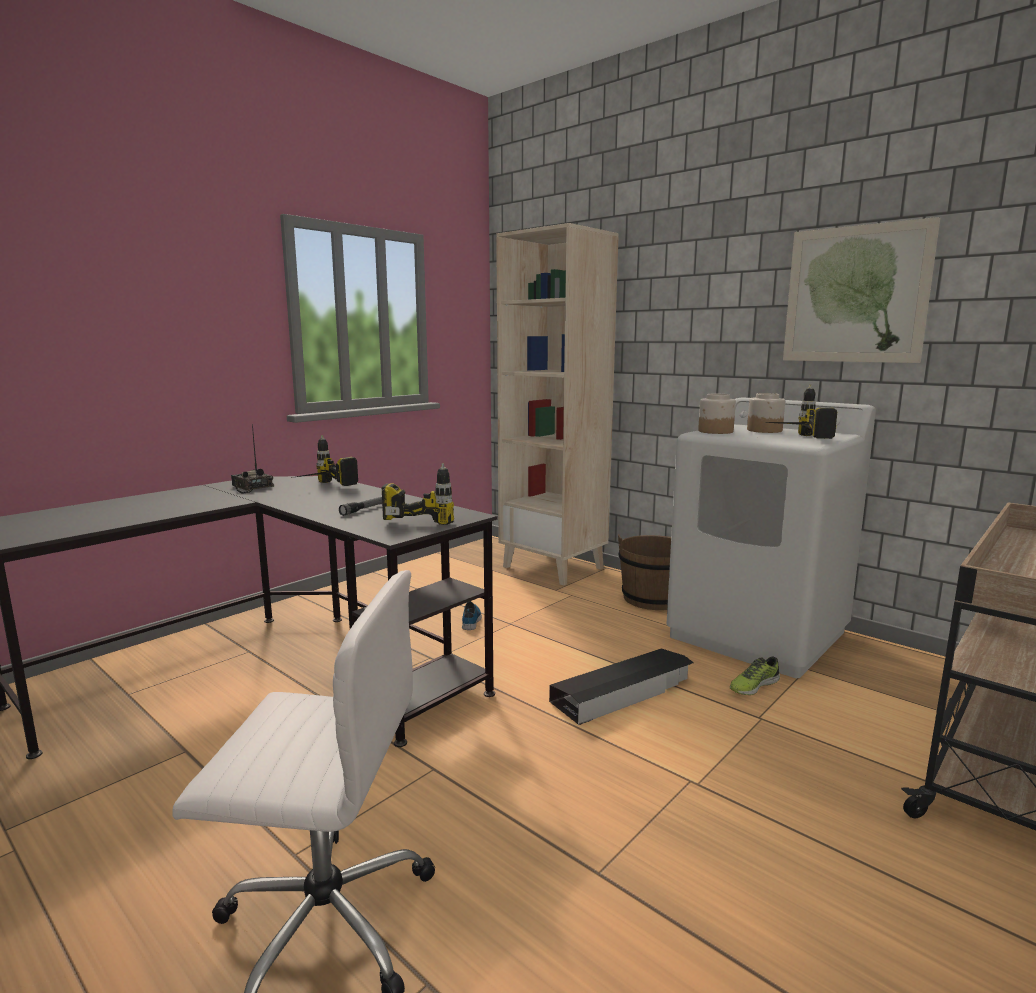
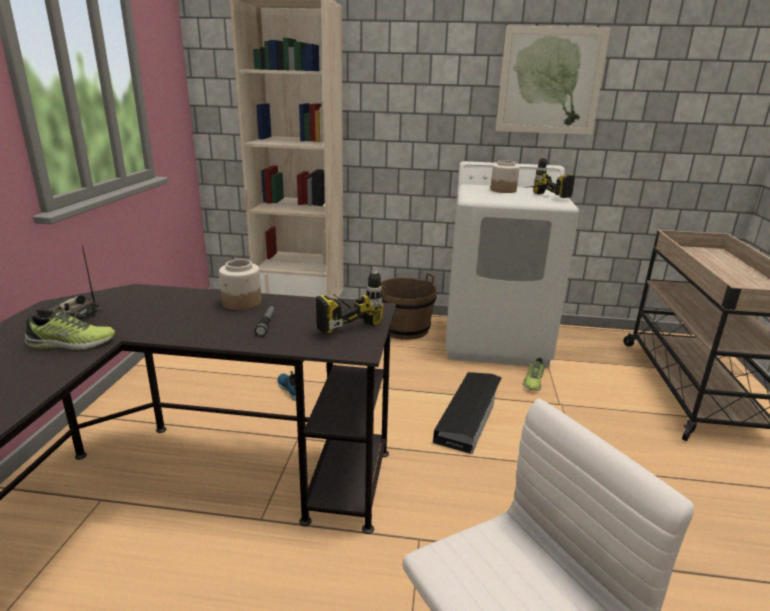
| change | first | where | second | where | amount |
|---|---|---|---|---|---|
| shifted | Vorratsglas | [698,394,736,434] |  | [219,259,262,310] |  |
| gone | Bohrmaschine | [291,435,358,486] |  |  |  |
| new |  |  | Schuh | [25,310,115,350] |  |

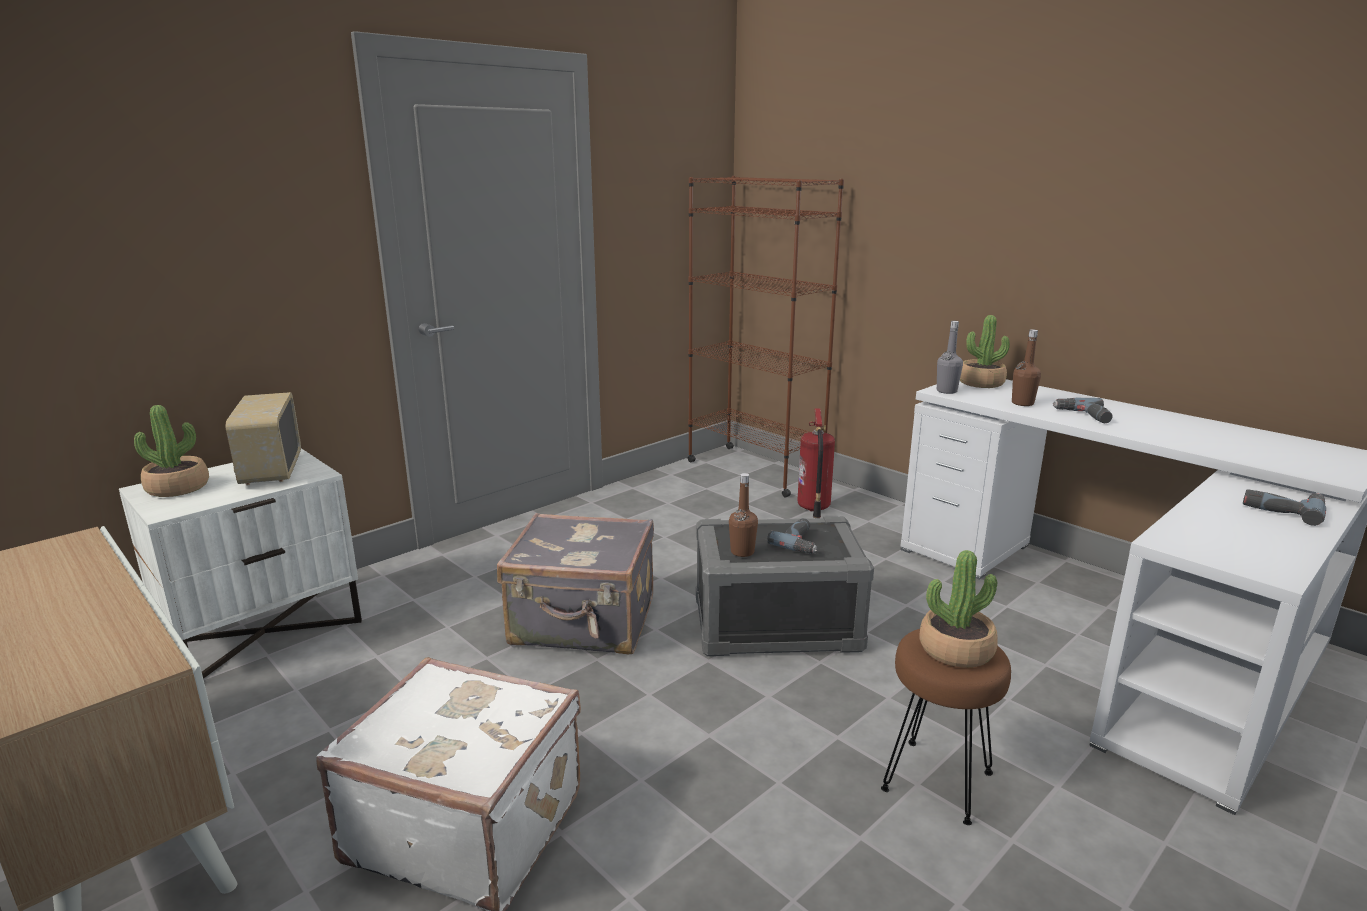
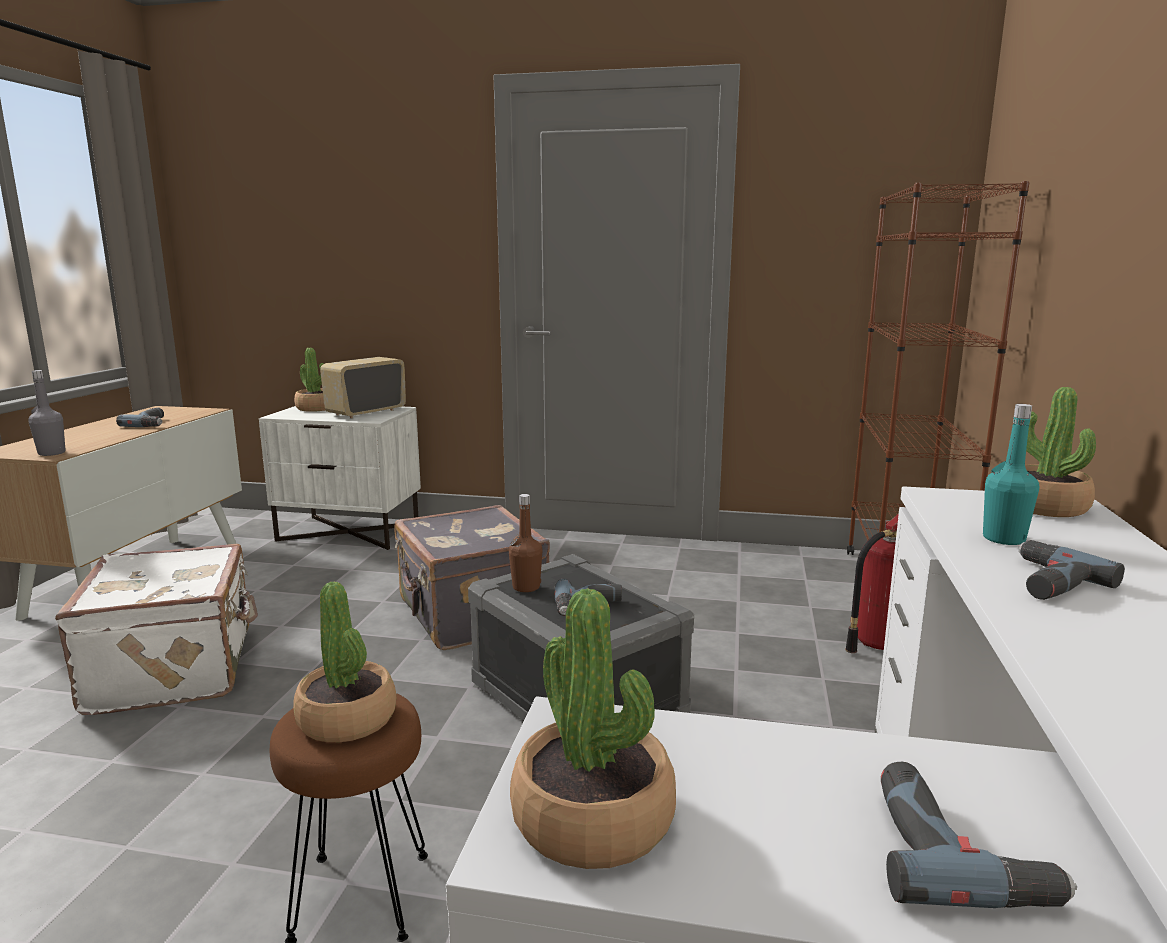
| change | first | where | second | where | amount |
|---|---|---|---|---|---|
| shifted | Flasche [grau] | [937,321,963,394] |  | [29,370,65,456] |  |
| repainted | Flasche [braun] | [1012,329,1041,406] | Flasche [türkis] | [983,404,1039,545] |  |
| new |  |  | Bohrmaschine | [116,408,164,427] |  |
| new |  |  | Topfpflanze | [510,588,676,869] |  |

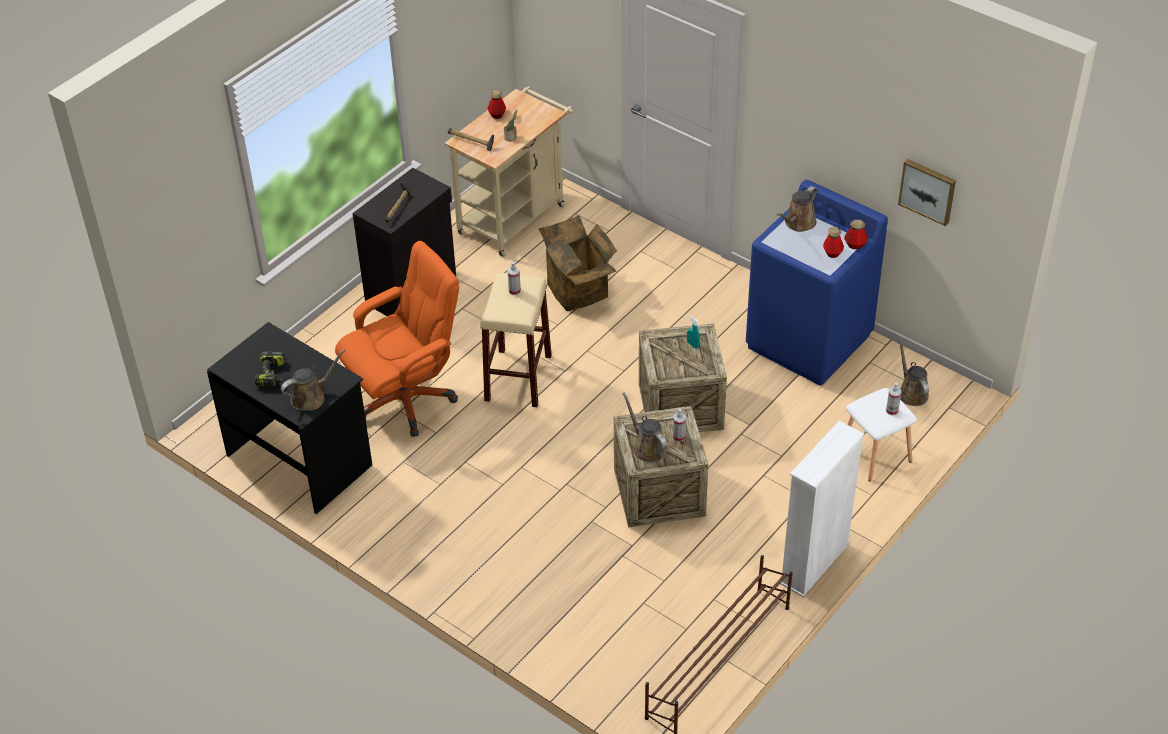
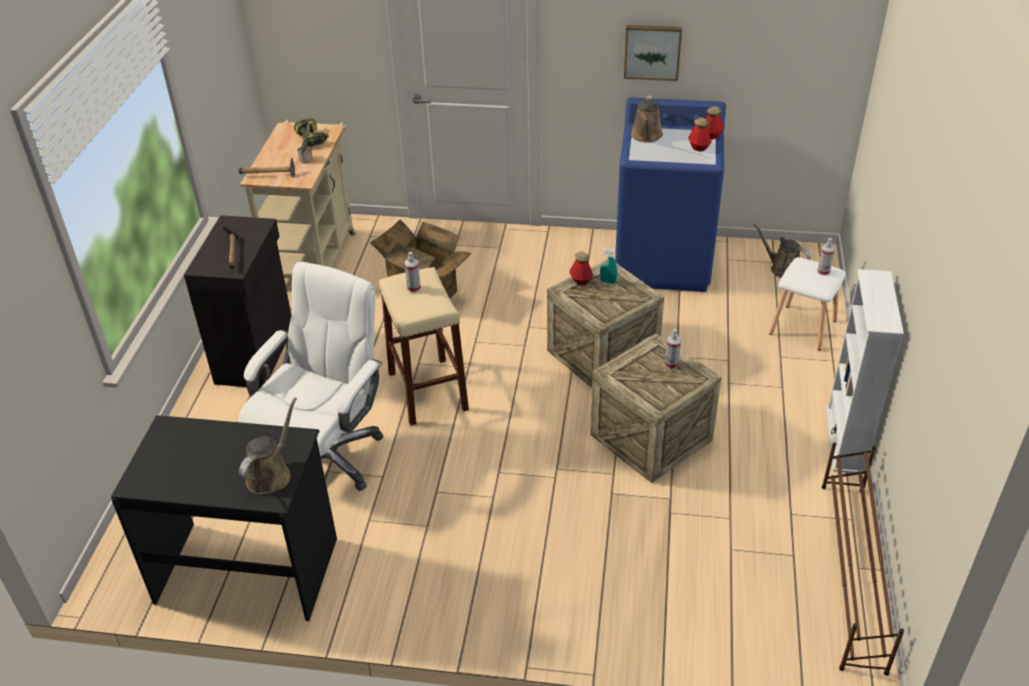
| change | first | where | second | where | amount |
|---|---|---|---|---|---|
| shifted | Flasche | [487,90,506,119] |  | [570,251,593,286] |  |
| shifted | Bild | [898,159,956,226] |  | [624,25,682,81] |  |
| repainted | Bürostuhl [orange] | [335,241,459,437] | Bürostuhl [weiß] | [238,262,383,491] |  |
| shifted | Bohrmaschine | [255,351,285,386] |  | [294,118,329,147] |  |
| gone | Gießkanne [braun] | [622,393,667,463] |  |  |  |

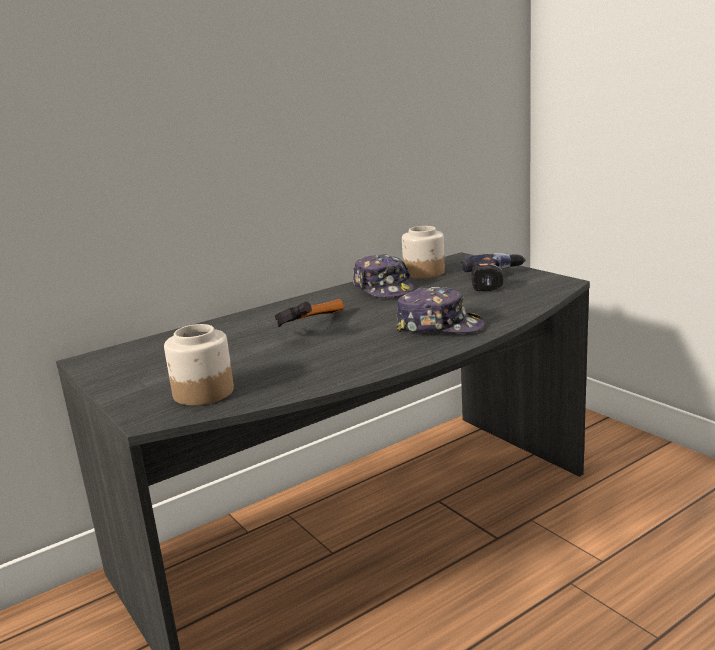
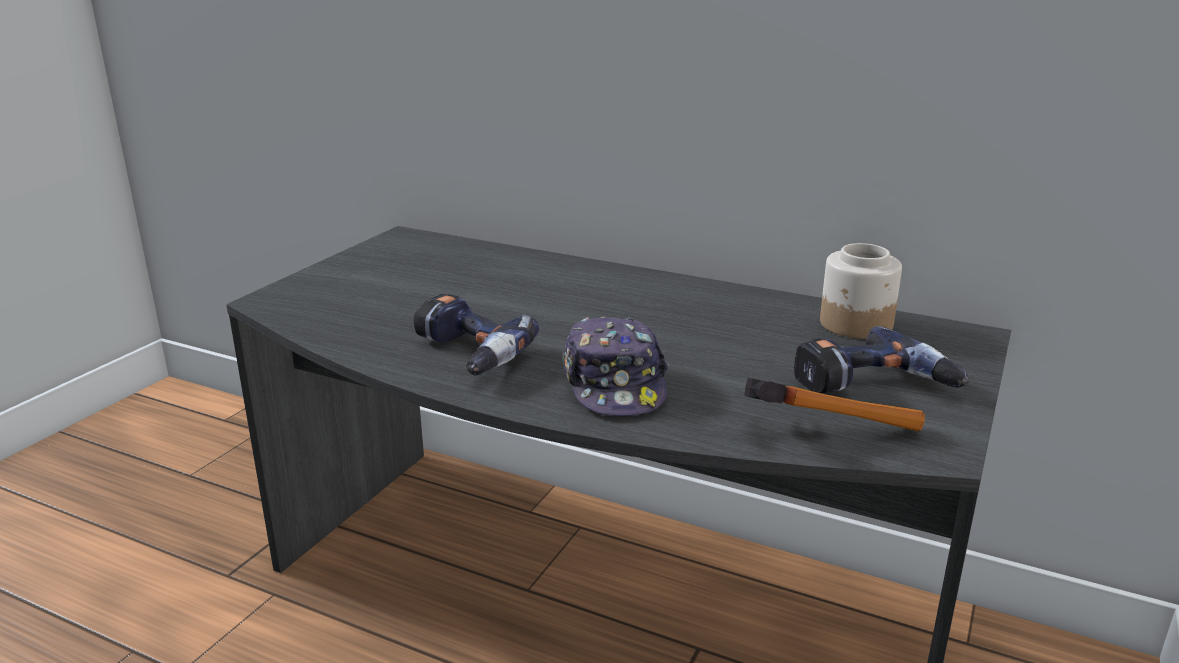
| change | first | where | second | where | amount |
|---|---|---|---|---|---|
| gone | Kappe | [352,254,414,298] |  |  |  |
| shifted | Hammer | [275,299,344,327] |  | [744,378,924,431] |  |
| gone | Vorratsglas | [164,324,234,406] |  |  |  |
| new |  |  | Bohrmaschine | [414,294,539,375] |  |

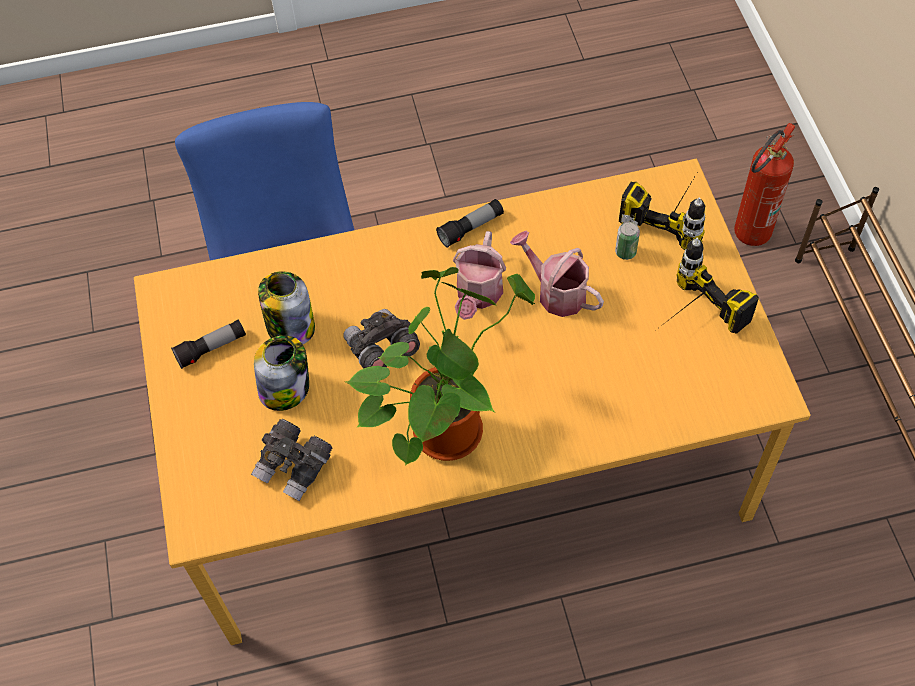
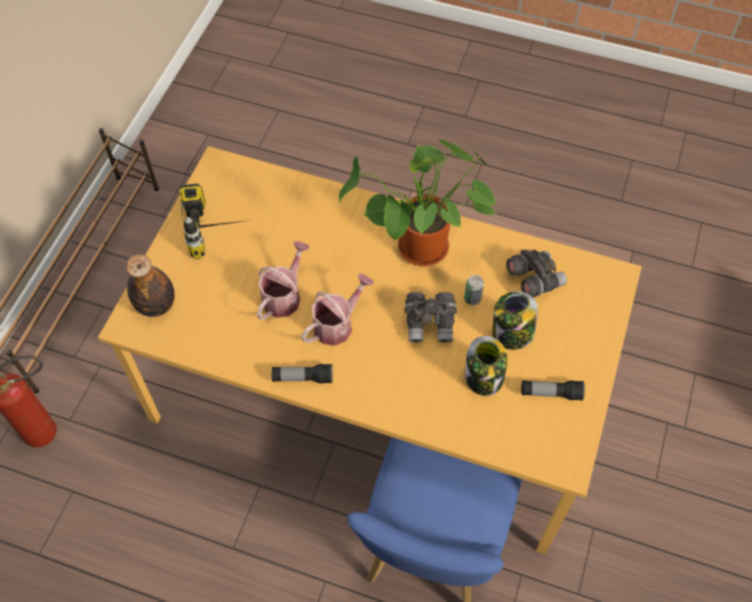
| change | first | where | second | where | amount |
|---|---|---|---|---|---|
| swapped | Bohrmaschine | [619,180,705,250] | Flasche | [126,254,175,317] |  |
| shifted | Dose | [615,221,640,260] |  | [464,275,484,305] |  |
| rotated | Gießkanne | [510,231,604,317] |  | [257,241,310,320] | 135 degrees counterclockwise |

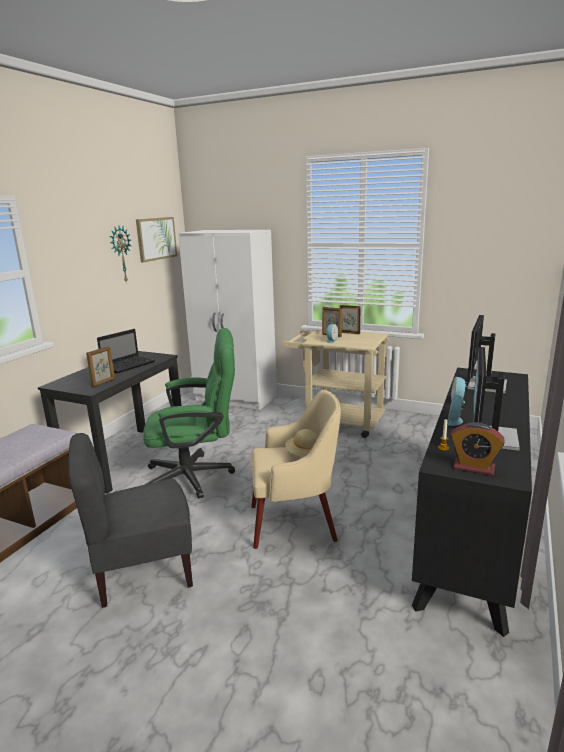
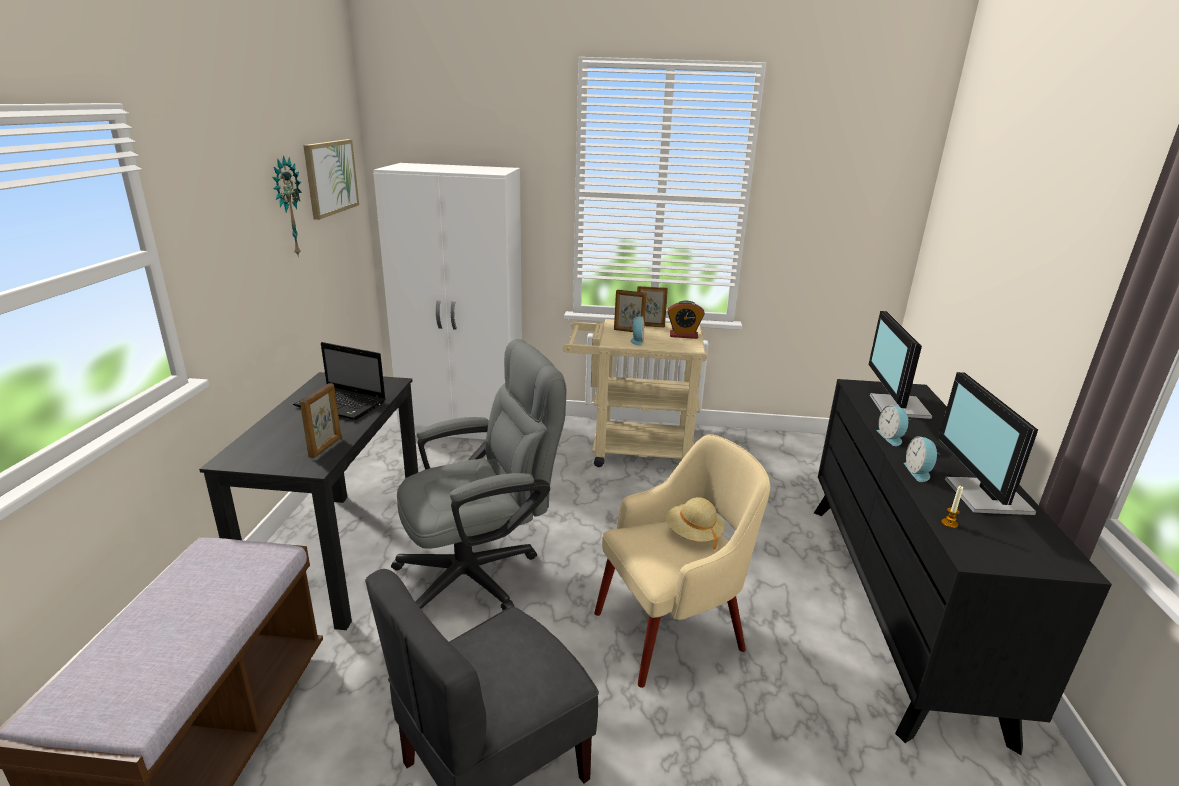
| change | first | where | second | where | amount |
|---|---|---|---|---|---|
| repainted | Bürostuhl [grün] | [143,328,235,499] | Bürostuhl [grau] | [391,339,567,610] |  |
| rotated | Laptop | [97,329,155,373] |  | [293,342,386,420] | 90 degrees clockwise |
| shifted | Wecker | [451,422,505,476] |  | [667,300,705,339] |  |

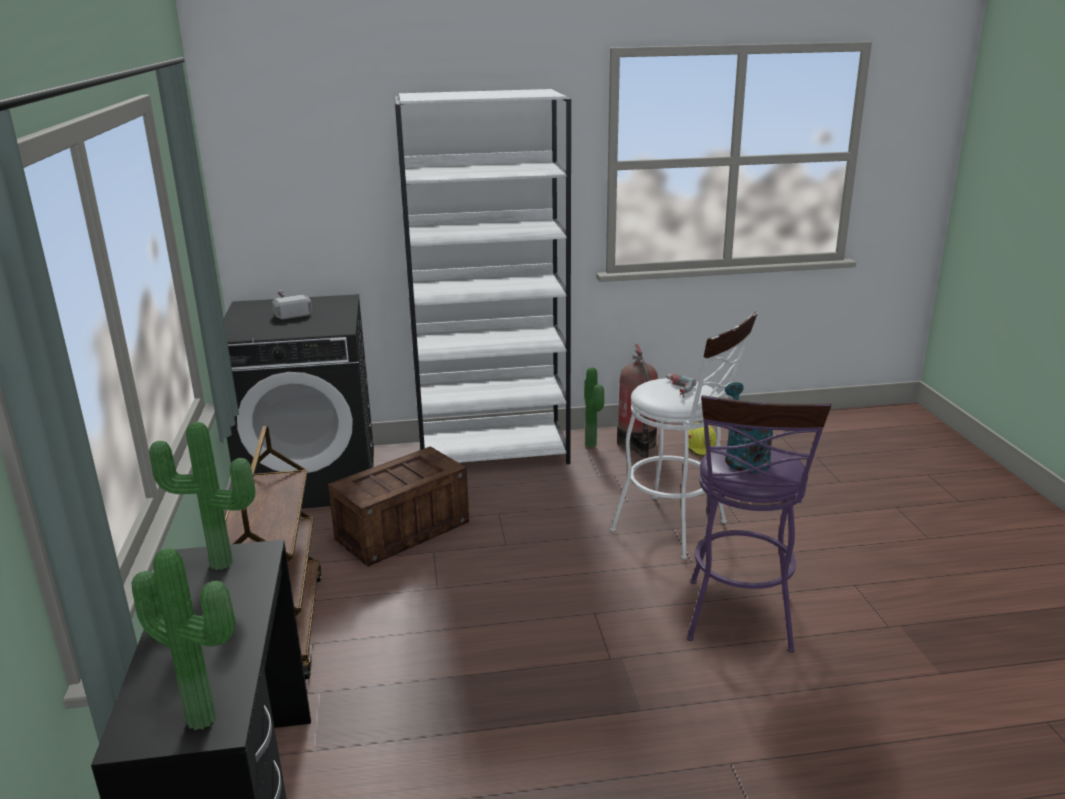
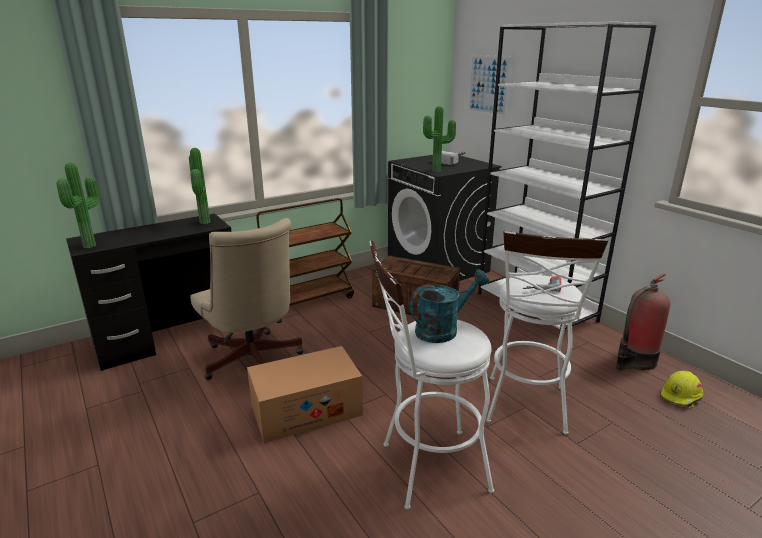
| change | first | where | second | where | amount |
|---|---|---|---|---|---|
| shifted | Topfpflanze | [584,367,604,448] |  | [423,106,456,172] |  |
| repainted | Hocker [lila] | [687,395,831,653] | Hocker [weiß] | [369,241,494,510] |  |
| new |  |  | Bild | [467,55,512,117] |  |
| new |  |  | Bürostuhl [beige] | [190,218,303,380] |  |
| new |  |  | Karton | [247,346,363,443] |  |

